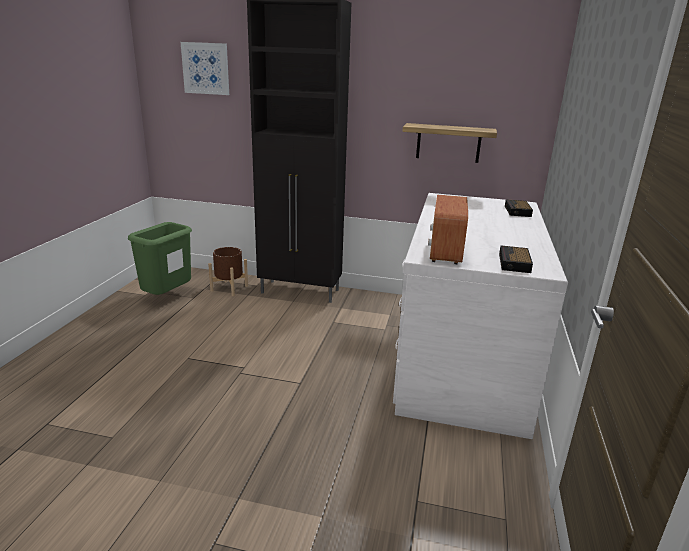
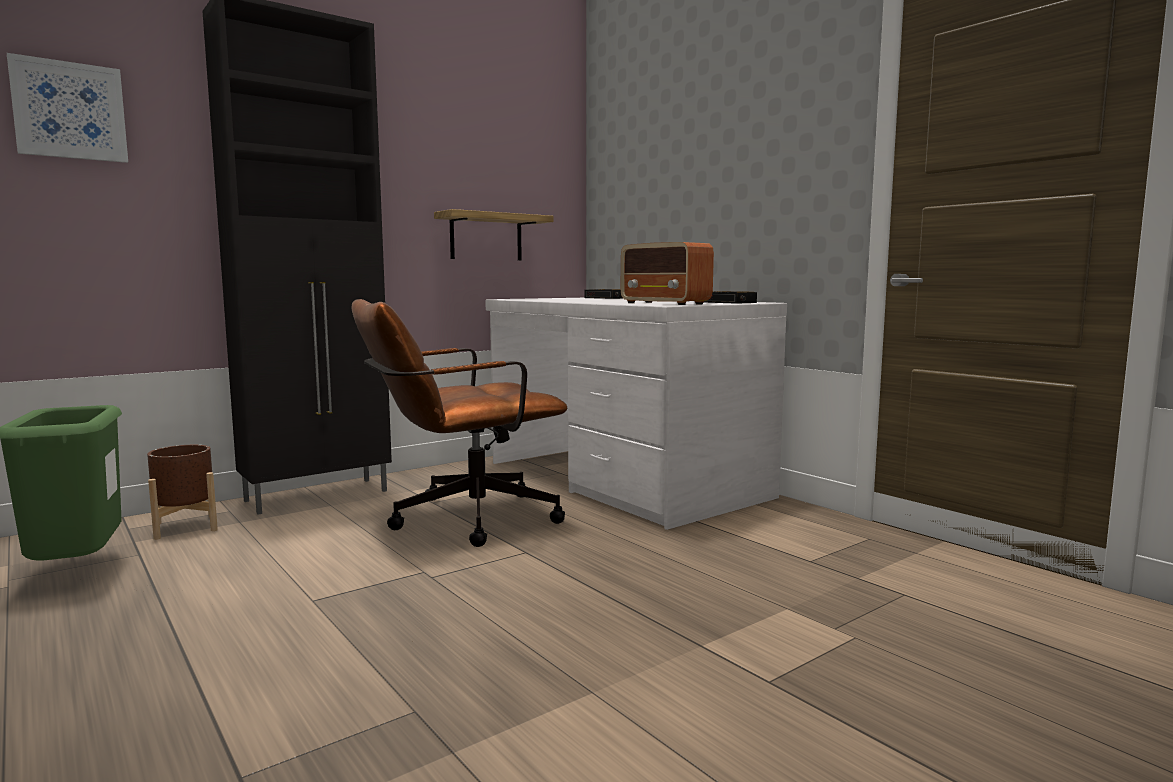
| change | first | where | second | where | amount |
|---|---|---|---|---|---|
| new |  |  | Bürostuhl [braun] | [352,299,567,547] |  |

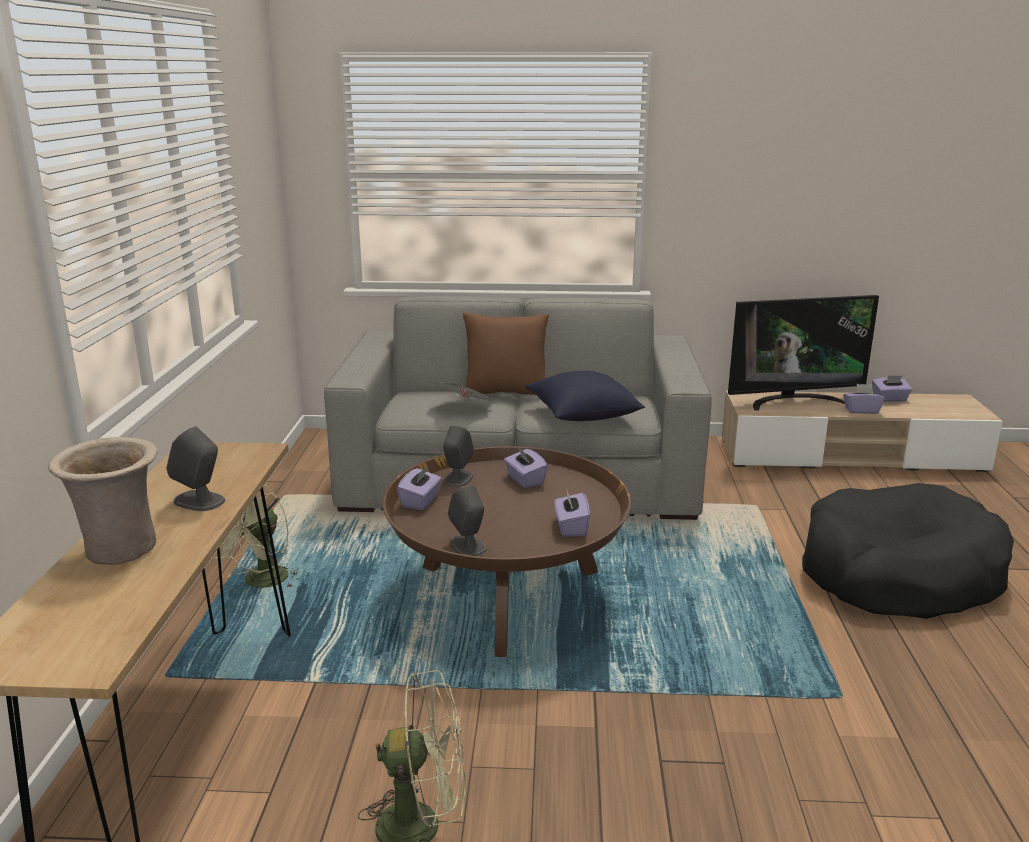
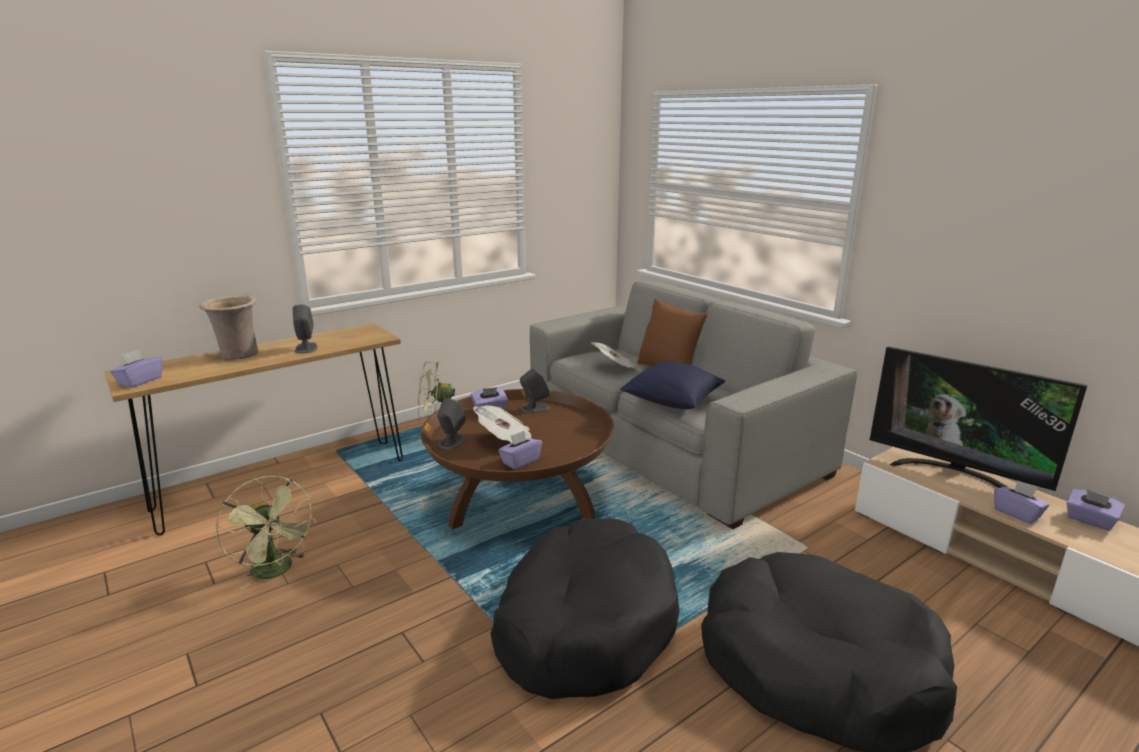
| change | first | where | second | where | amount |
|---|---|---|---|---|---|
| shifted | Taschentuchbox [lila] | [504,447,548,488] |  | [110,349,162,388] |  |
| new |  |  | Zeitung | [473,405,532,443] |  |
| new |  |  | Hundebett [schwarz] | [491,518,680,699] |  |

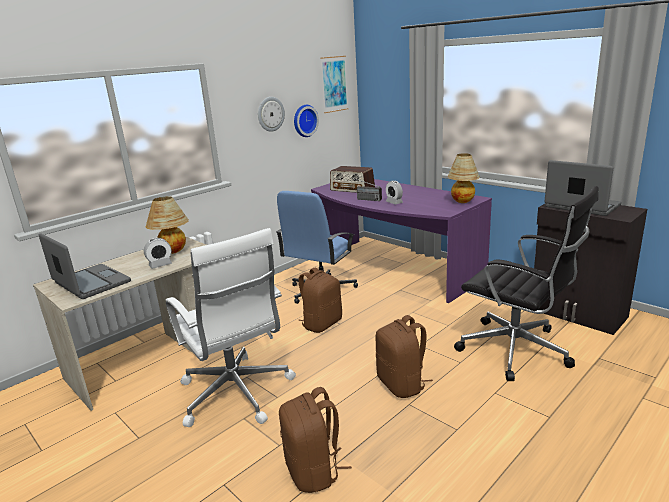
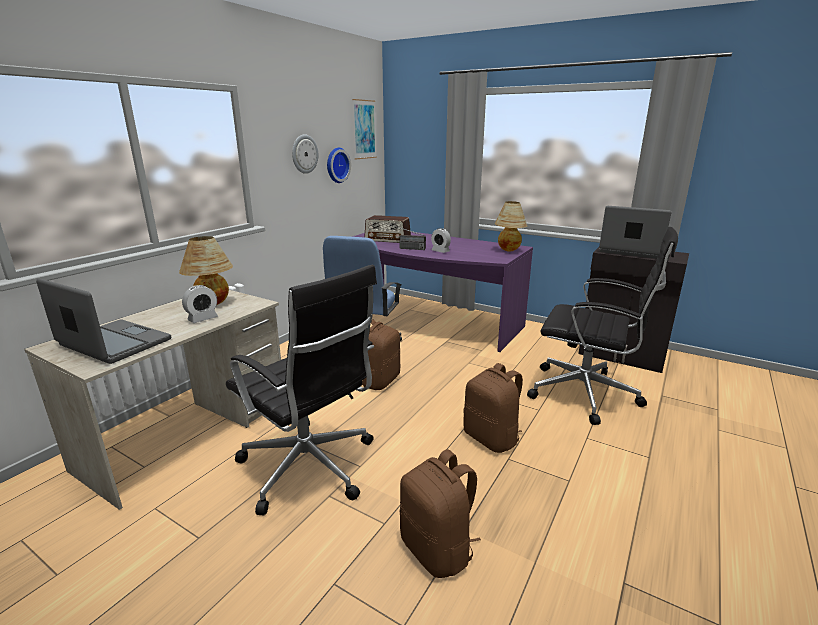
| change | first | where | second | where | amount |
|---|---|---|---|---|---|
| repainted | Bürostuhl [weiß] | [166,228,296,427] | Bürostuhl [schwarz] | [226,265,377,515] |  |

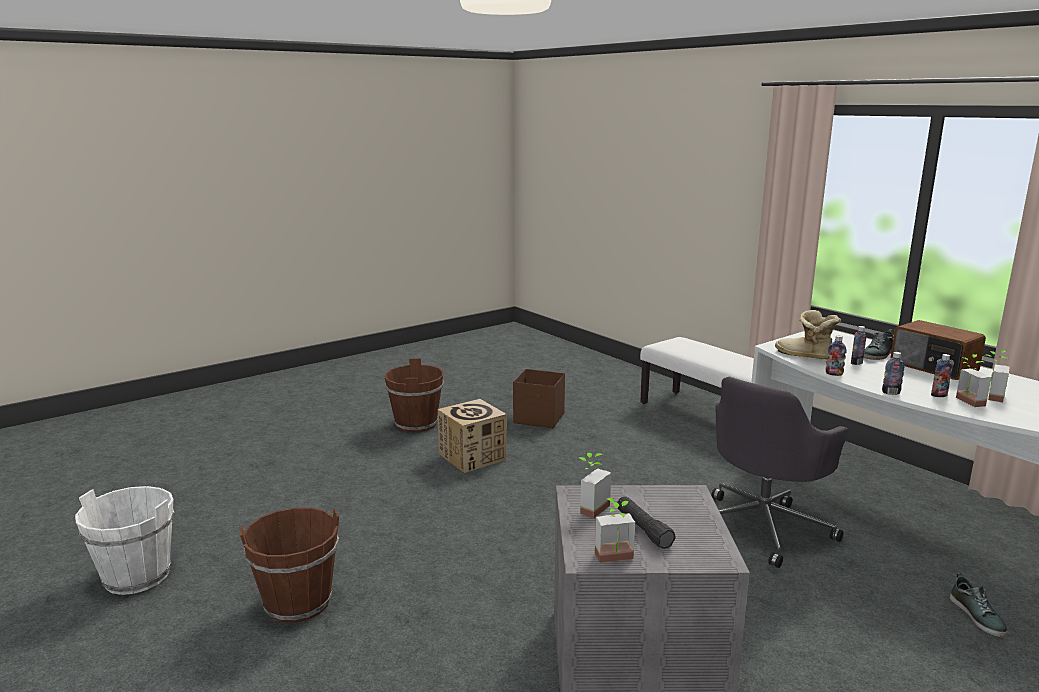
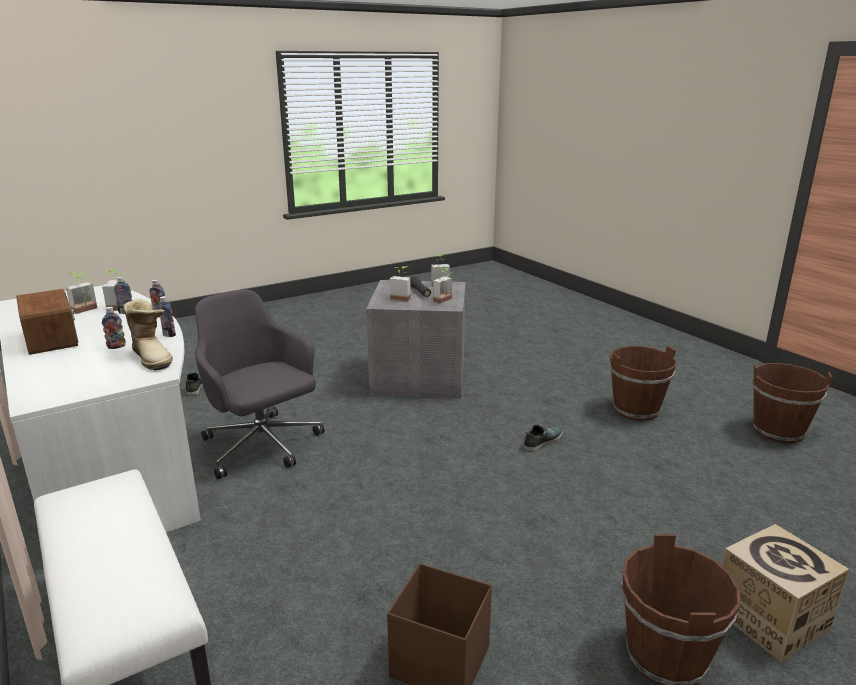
| change | first | where | second | where | amount |
|---|---|---|---|---|---|
| shifted | Schuh | [864,329,894,360] |  | [524,424,563,452] |  |
| rotated | Bürostuhl [grau] | [711,377,849,568] |  | [195,290,324,479] | 90 degrees counterclockwise |
| shifted | Karton | [438,399,507,473] |  | [722,524,849,662] |  |
| repainted | Eimer [weiß] | [75,486,174,595] | Eimer [braun] | [752,363,833,443] |  |
| new |  |  | Topfpflanze | [390,266,411,301] |  |

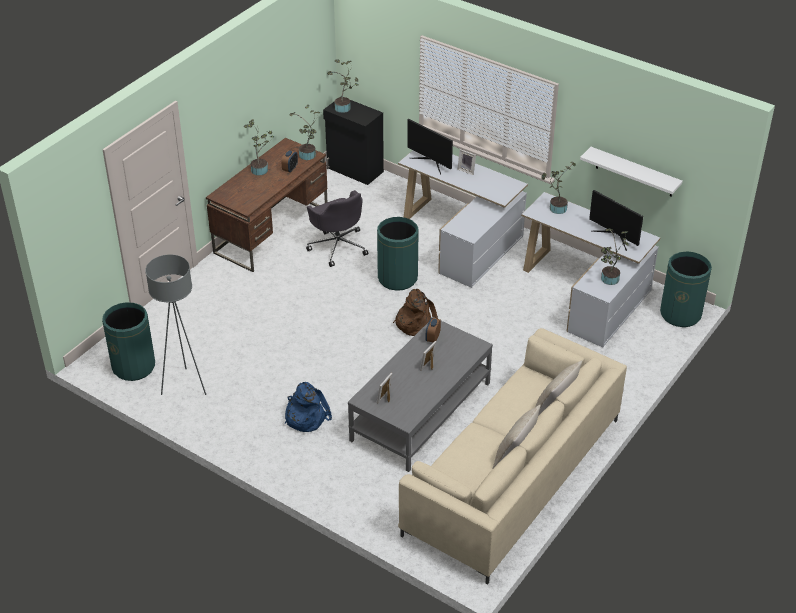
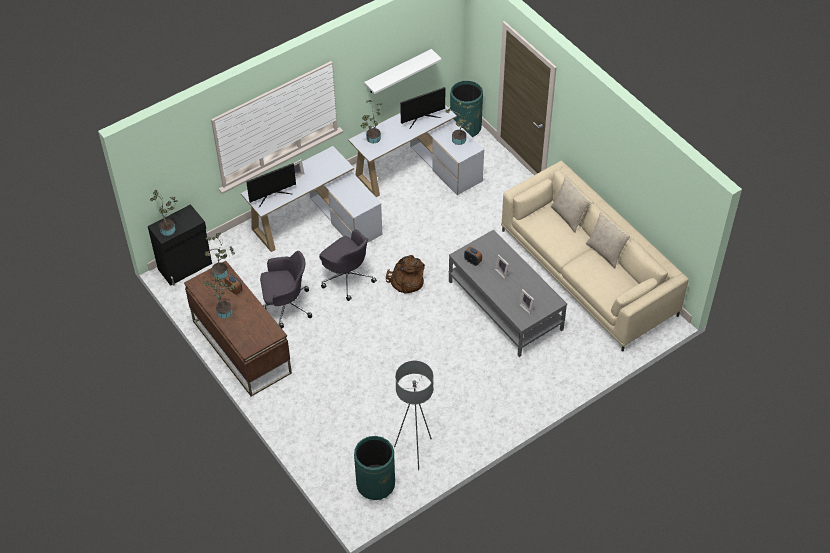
| change | first | where | second | where | amount |
|---|---|---|---|---|---|
| swapped | Mülleimer [grün] | [377,217,419,291] | Bürostuhl [grau] | [319,229,377,301] |  |
| gone | Rucksack [blau] | [284,382,332,432] |  |  |  |

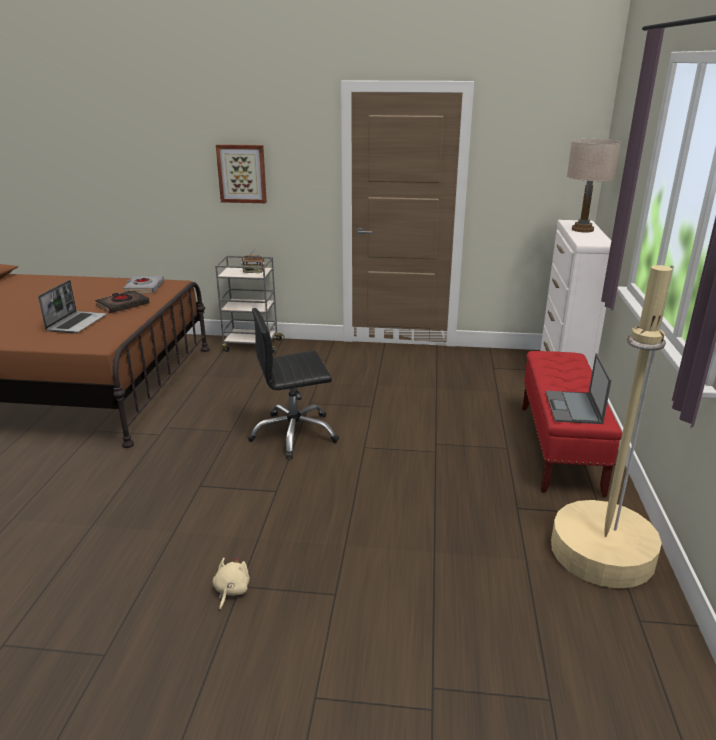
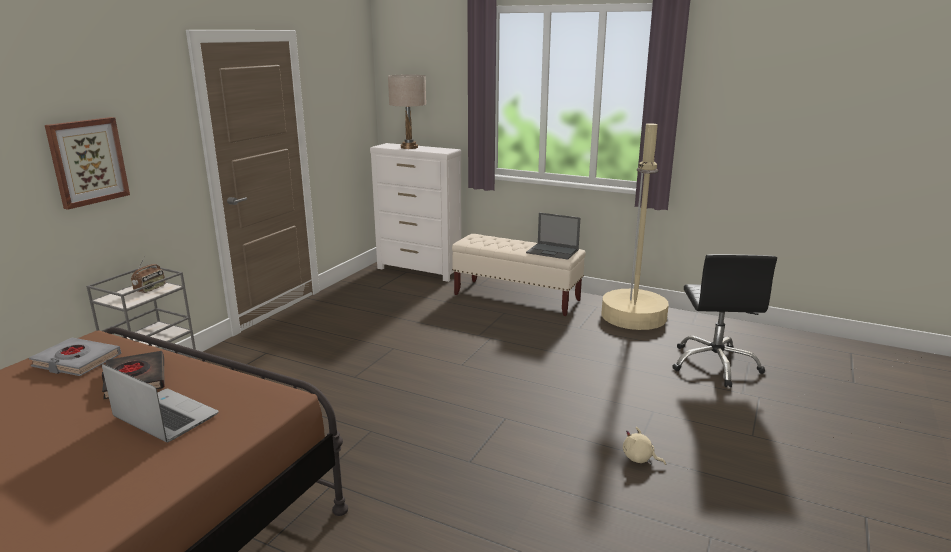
| change | first | where | second | where | amount |
|---|---|---|---|---|---|
| shifted | Bürostuhl [schwarz] | [248,308,339,459] |  | [672,254,777,387] |  |
| repainted | Bank [rot] | [522,351,622,497] | Bank [beige] | [452,234,586,316] |  |

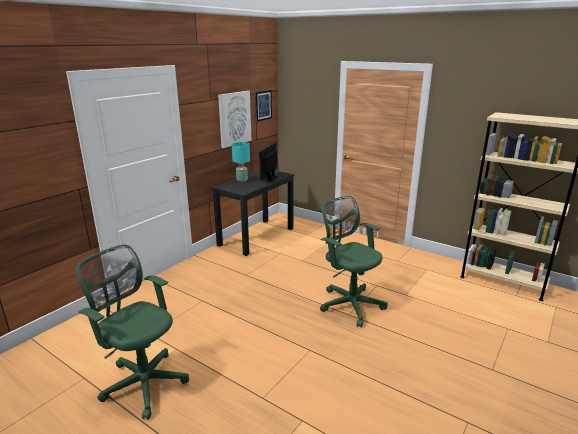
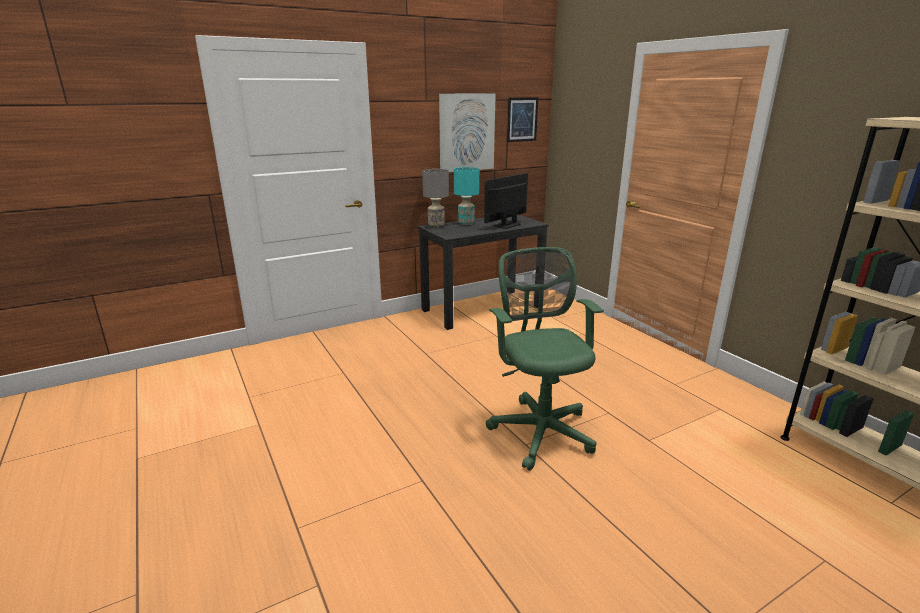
| change | first | where | second | where | amount |
|---|---|---|---|---|---|
| gone | Bürostuhl [grün] | [75,245,189,420] |  |  |  |
| new |  |  | Tischlampe [grau] | [422,169,449,228] |  |

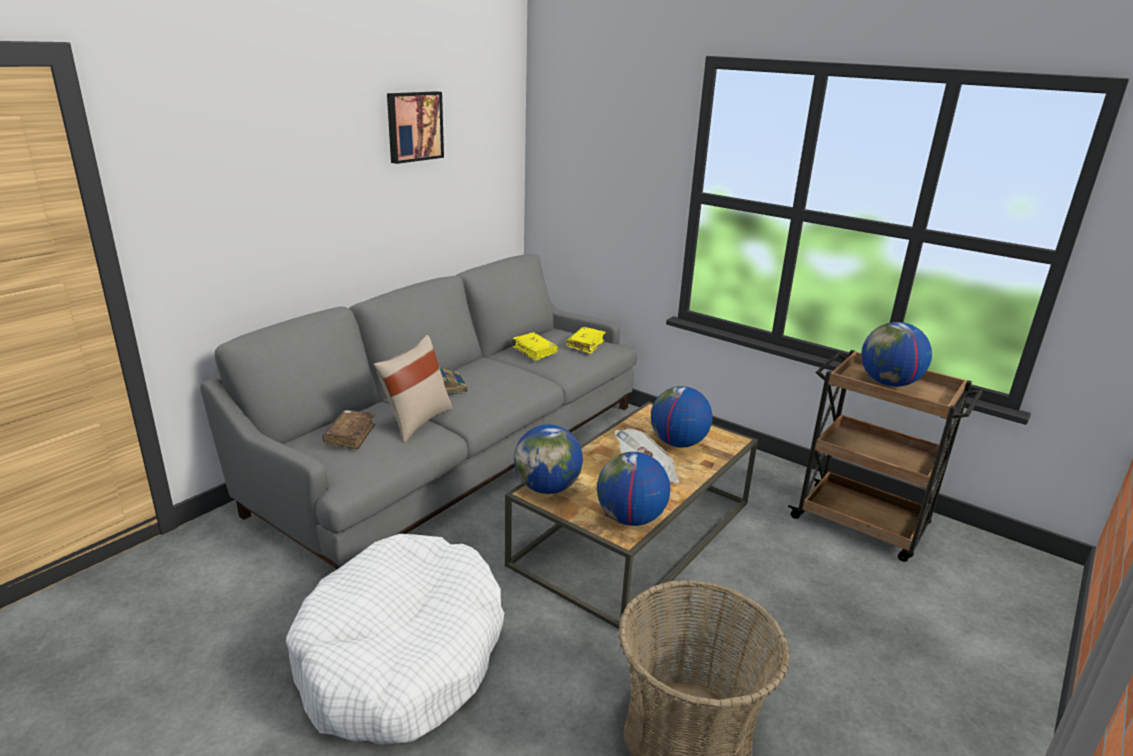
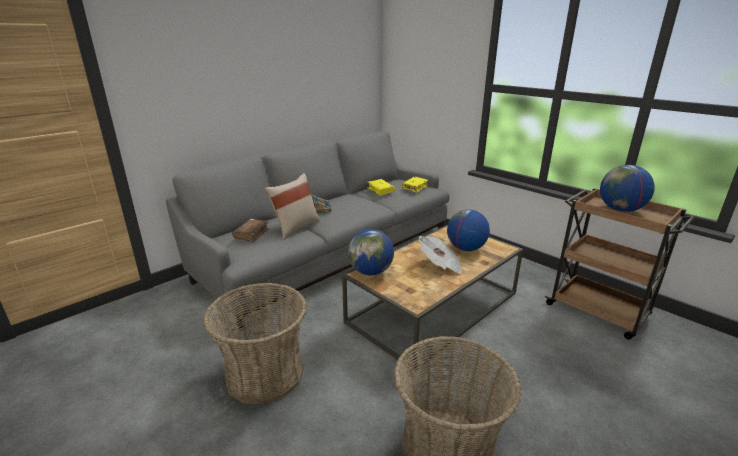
| change | first | where | second | where | amount |
|---|---|---|---|---|---|
| gone | Bild | [387,91,444,164] |  |  |  |
| gone | Globus | [597,452,670,526] |  |  |  |
| swapped | Hundebett [weiß] | [286,534,504,745] | Korb | [203,283,307,405] |  |

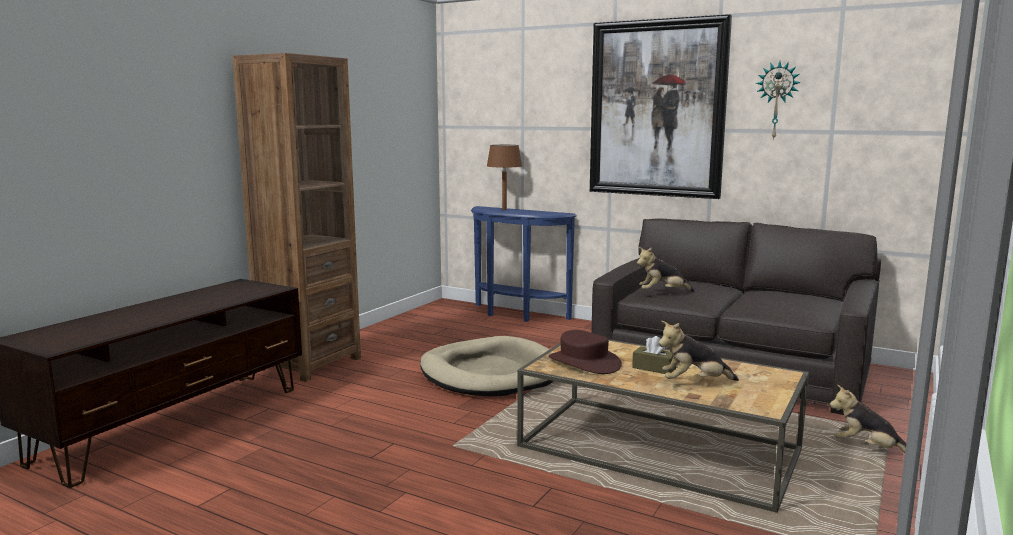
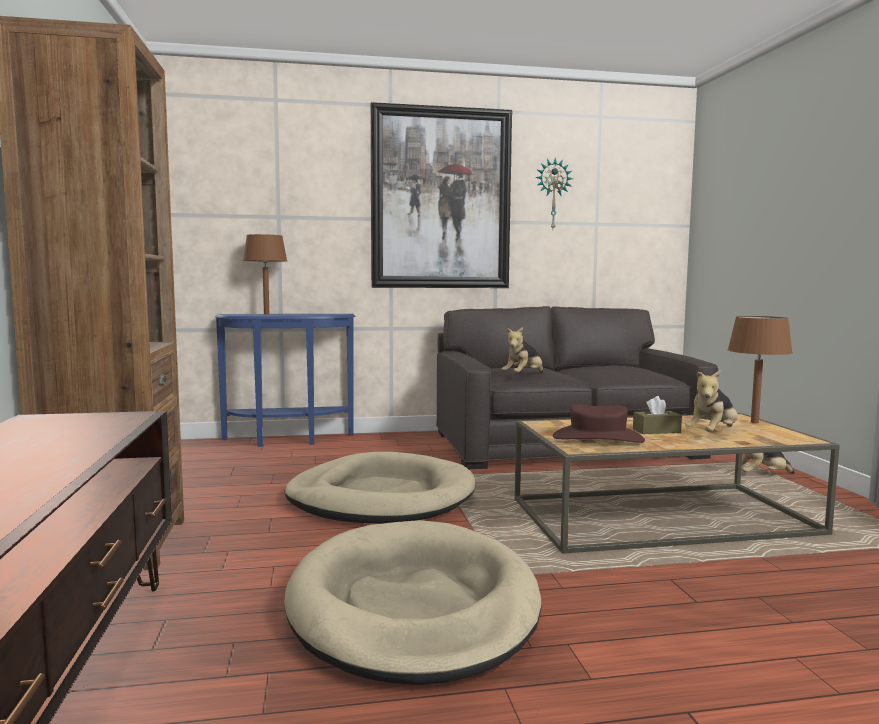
| change | first | where | second | where | amount |
|---|---|---|---|---|---|
| new |  |  | Tischlampe [braun] | [728,316,793,423] |  |
| new |  |  | Hundebett [beige] | [284,520,542,685] |  |

